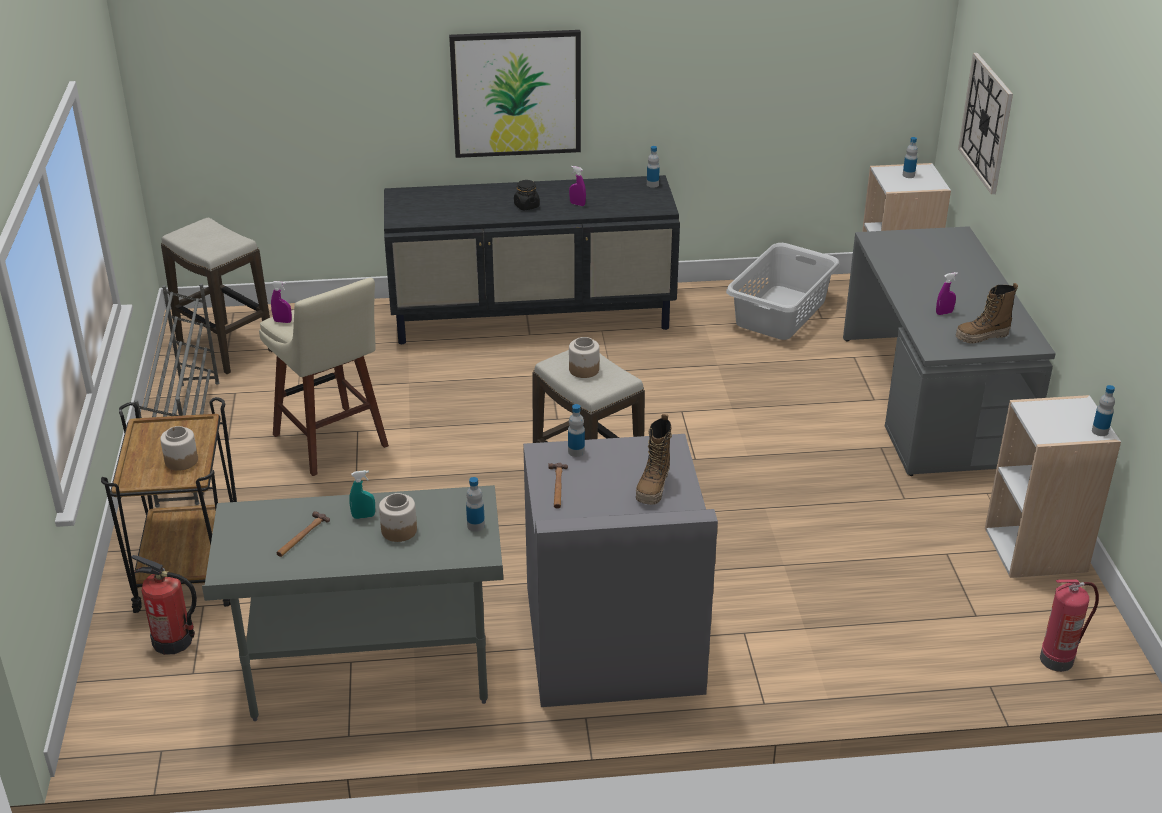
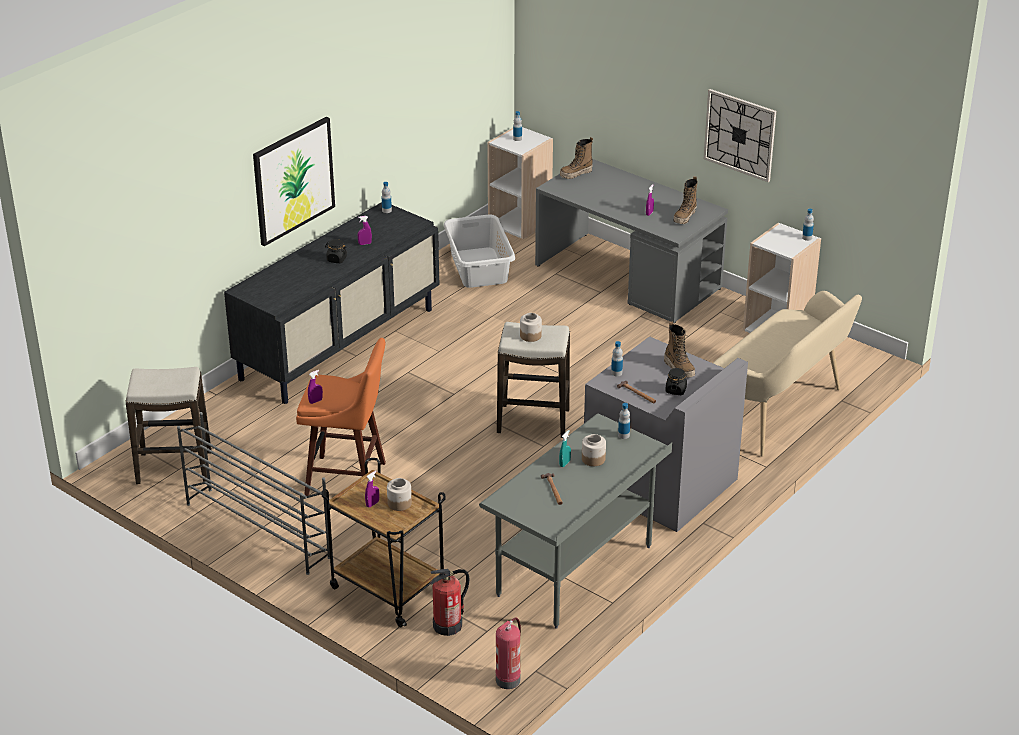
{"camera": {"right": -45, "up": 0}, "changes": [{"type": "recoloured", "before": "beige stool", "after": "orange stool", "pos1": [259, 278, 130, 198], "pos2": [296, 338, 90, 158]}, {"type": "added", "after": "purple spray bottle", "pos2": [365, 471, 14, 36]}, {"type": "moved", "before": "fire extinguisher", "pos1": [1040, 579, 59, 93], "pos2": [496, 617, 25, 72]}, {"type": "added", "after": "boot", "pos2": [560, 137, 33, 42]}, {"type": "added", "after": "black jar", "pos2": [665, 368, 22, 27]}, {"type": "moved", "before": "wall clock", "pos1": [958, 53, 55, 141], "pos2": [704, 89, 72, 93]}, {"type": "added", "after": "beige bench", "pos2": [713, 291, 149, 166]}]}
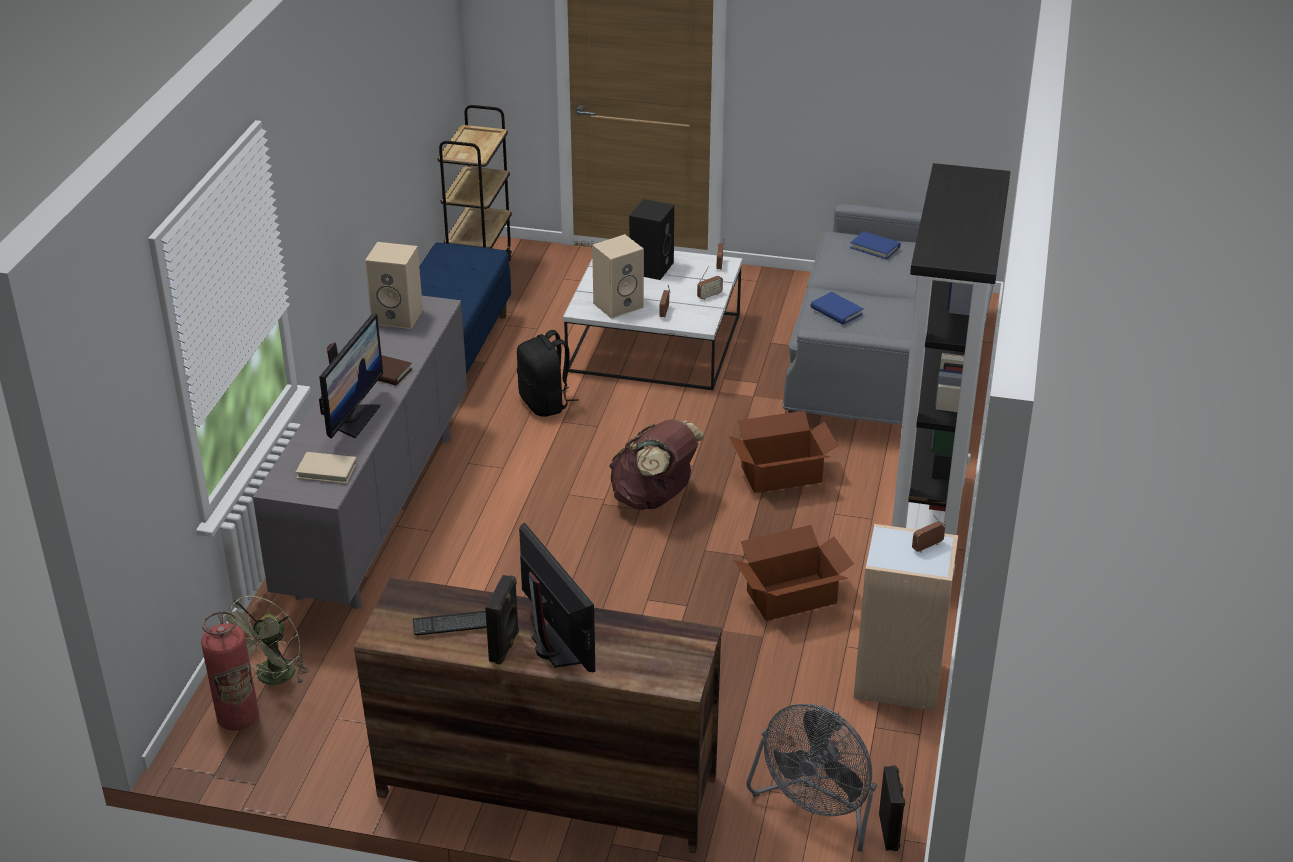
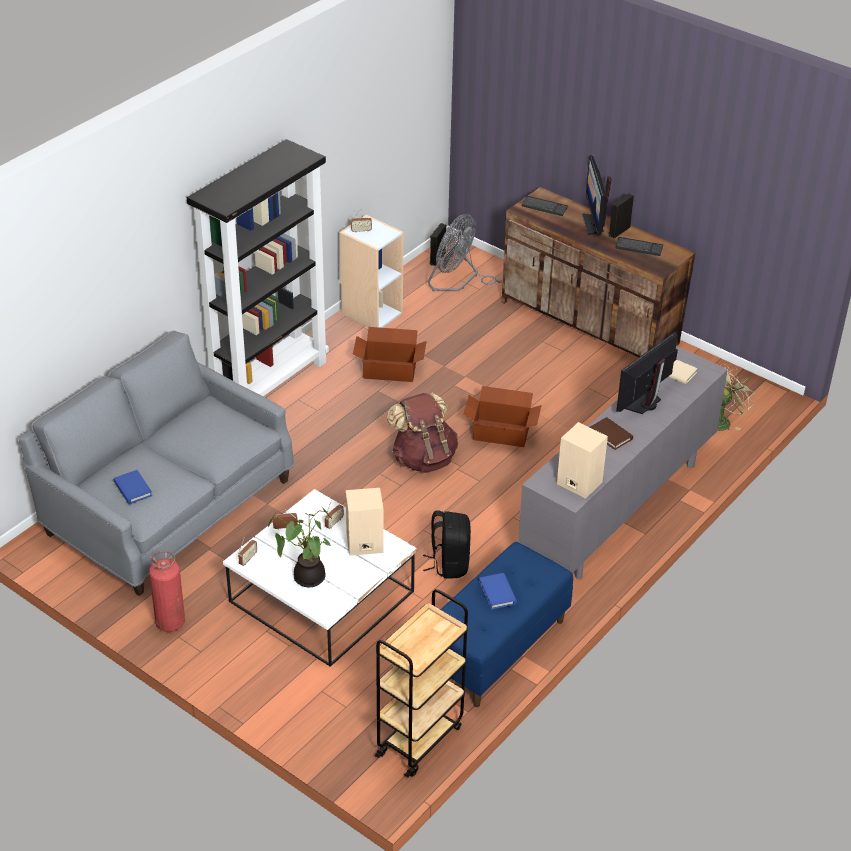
{"camera": {"right": -155, "up": 5}, "changes": [{"type": "moved", "before": "fire extinguisher", "pos1": [201, 611, 58, 119], "pos2": [149, 551, 36, 81]}, {"type": "replaced", "before": "black speaker", "after": "potted plant", "pos1": [629, 199, 45, 81], "pos2": [268, 507, 64, 81]}, {"type": "turned", "before": "grey fan", "pos1": [747, 704, 130, 148], "pos2": [428, 214, 74, 77], "turn": -120}, {"type": "moved", "before": "cardboard box", "pos1": [729, 411, 109, 82], "pos2": [464, 386, 78, 61]}, {"type": "moved", "before": "blue book", "pos1": [811, 292, 53, 33], "pos2": [479, 573, 38, 37]}, {"type": "added", "after": "keyboard", "pos2": [522, 196, 46, 20]}]}
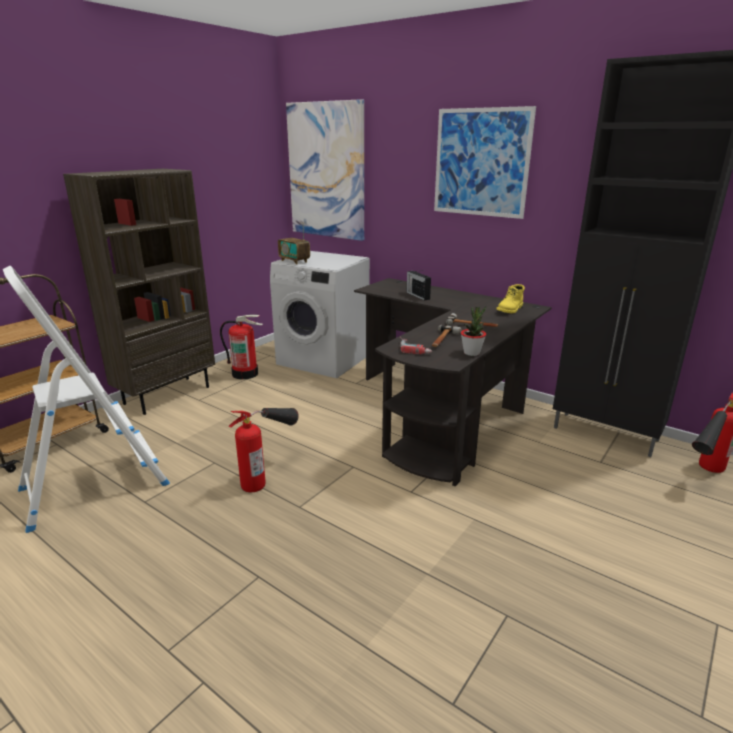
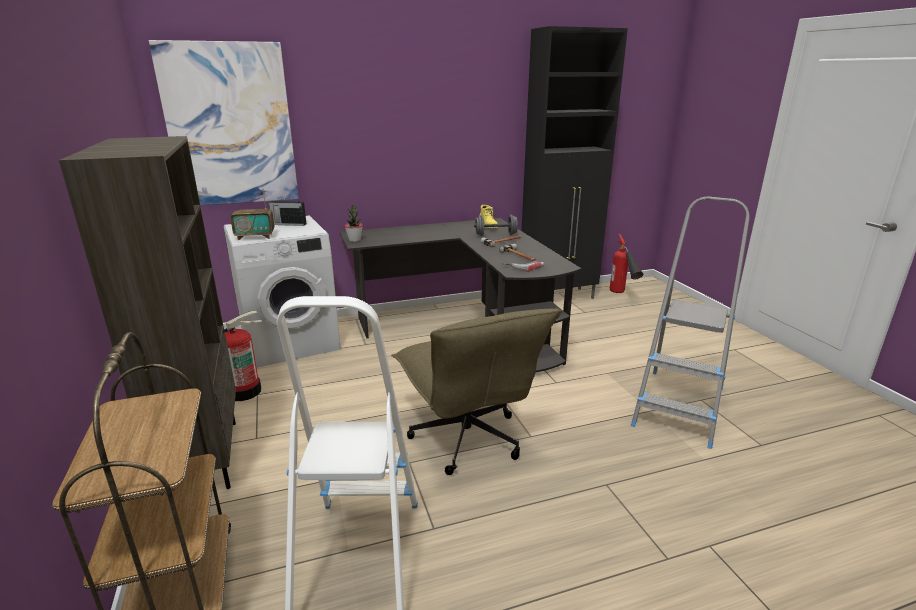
{"camera": {"right": -55, "up": 0}, "changes": [{"type": "moved", "before": "radio", "pos1": [407, 270, 24, 31], "pos2": [269, 196, 38, 30]}, {"type": "moved", "before": "potted plant", "pos1": [461, 306, 25, 50], "pos2": [344, 204, 19, 38]}, {"type": "replaced", "before": "fire extinguisher", "after": "beige office chair", "pos1": [229, 408, 70, 84], "pos2": [391, 309, 171, 166]}, {"type": "added", "after": "grey dumbbell", "pos2": [474, 215, 44, 21]}, {"type": "added", "after": "grey step ladder", "pos2": [631, 197, 119, 252]}, {"type": "removed", "before": "picture", "pos1": [434, 106, 102, 113]}]}
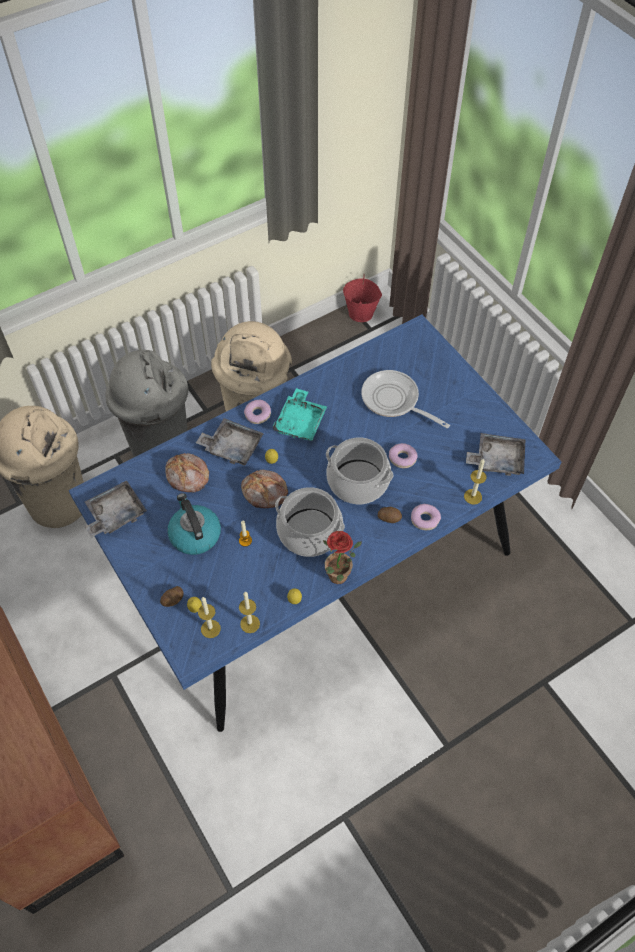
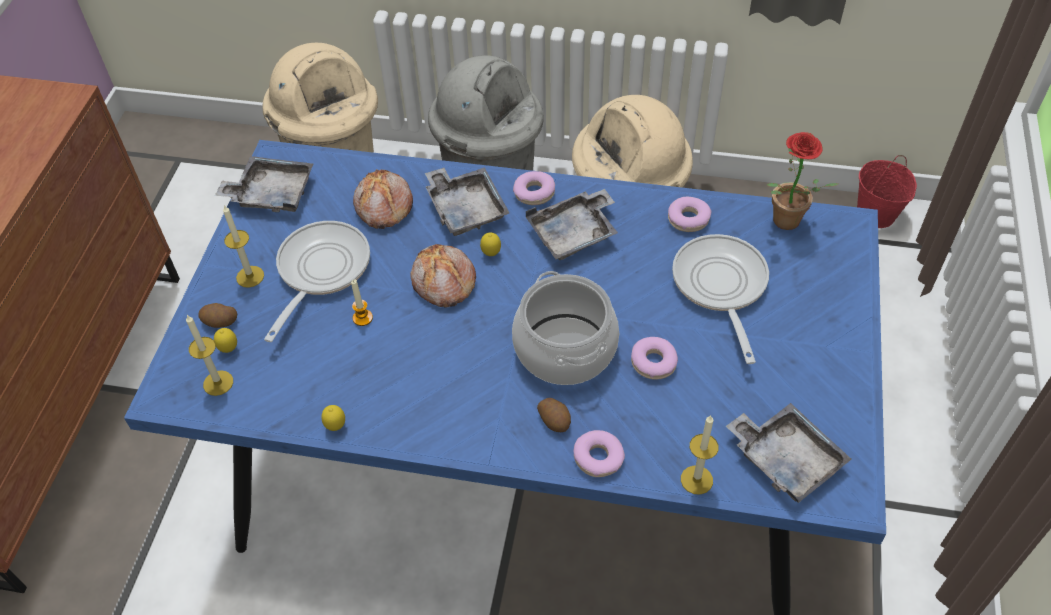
{"camera": {"right": 45, "up": -5}, "changes": [{"type": "moved", "before": "candle", "pos1": [239, 592, 21, 41], "pos2": [223, 205, 41, 83]}, {"type": "replaced", "before": "kettle", "after": "frying pan", "pos1": [167, 493, 54, 62], "pos2": [264, 221, 106, 121]}, {"type": "recoloured", "before": "turquoise tray", "after": "grey tray", "pos1": [273, 388, 54, 53], "pos2": [526, 189, 92, 71]}, {"type": "added", "after": "donut", "pos2": [668, 197, 43, 35]}, {"type": "moved", "before": "potted plant", "pos1": [323, 531, 39, 53], "pos2": [766, 132, 72, 98]}, {"type": "removed", "before": "cooking pot", "pos1": [275, 487, 70, 70]}]}
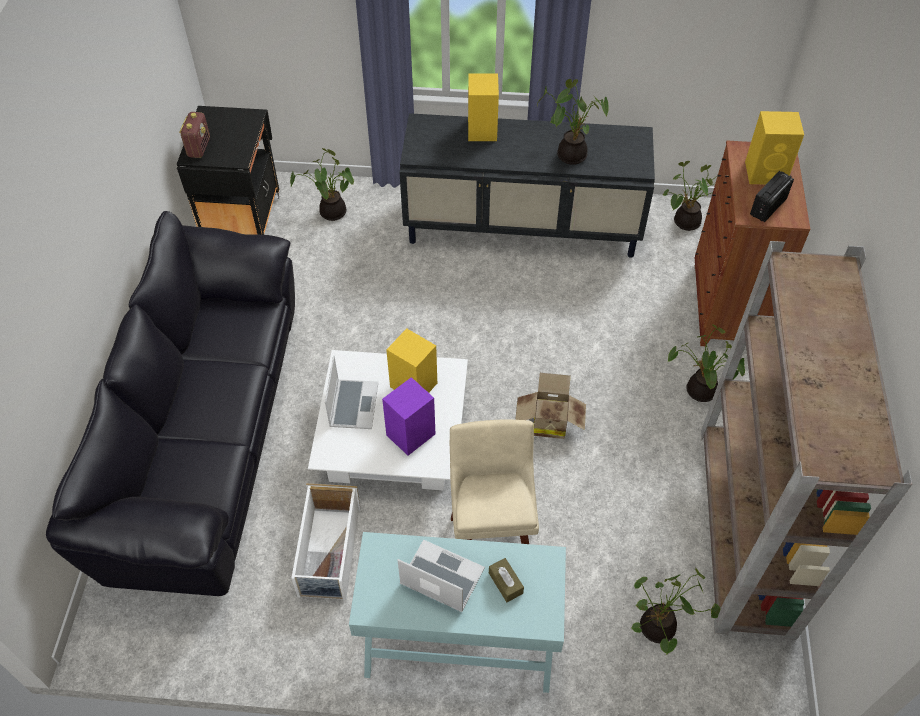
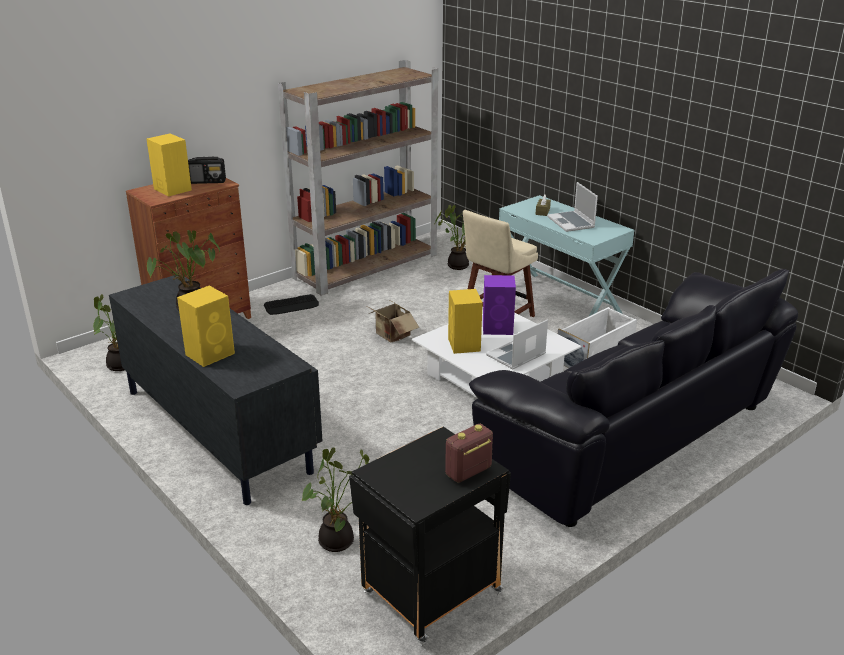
{"camera": {"right": -135, "up": -25}, "changes": [{"type": "replaced", "before": "potted plant", "after": "keyboard", "pos1": [667, 324, 78, 78], "pos2": [264, 294, 55, 21]}]}
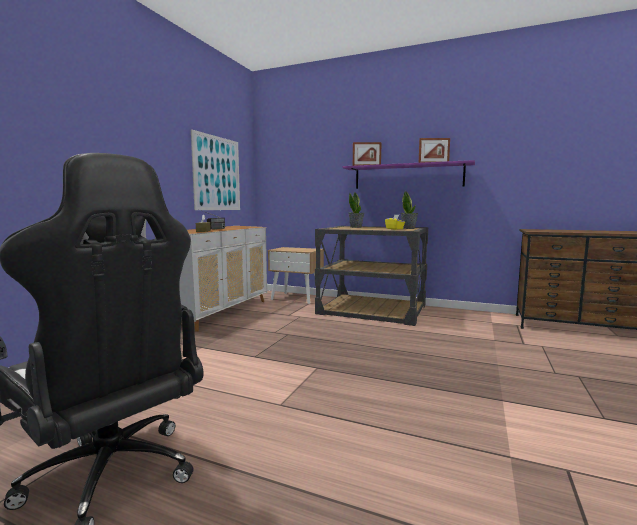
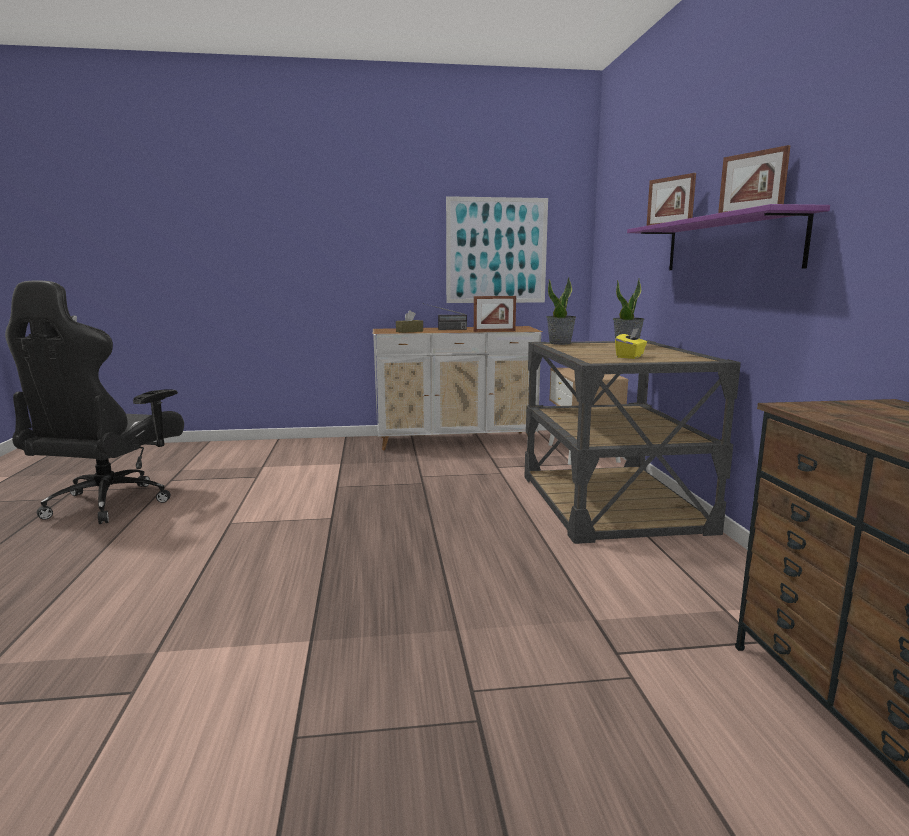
{"camera": {"right": 60, "up": 5}, "changes": [{"type": "added", "after": "picture frame", "pos2": [474, 296, 42, 36]}, {"type": "moved", "before": "potted plant", "pos1": [401, 191, 17, 38], "pos2": [546, 277, 30, 68]}]}
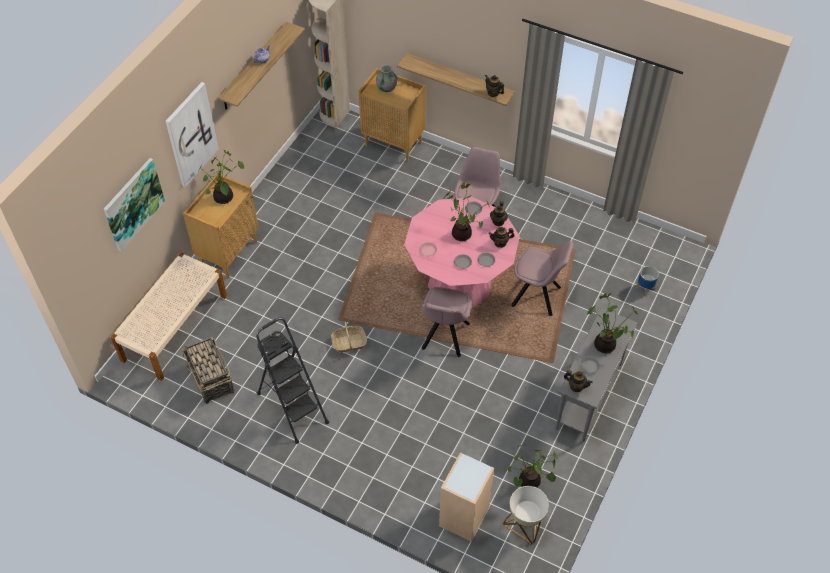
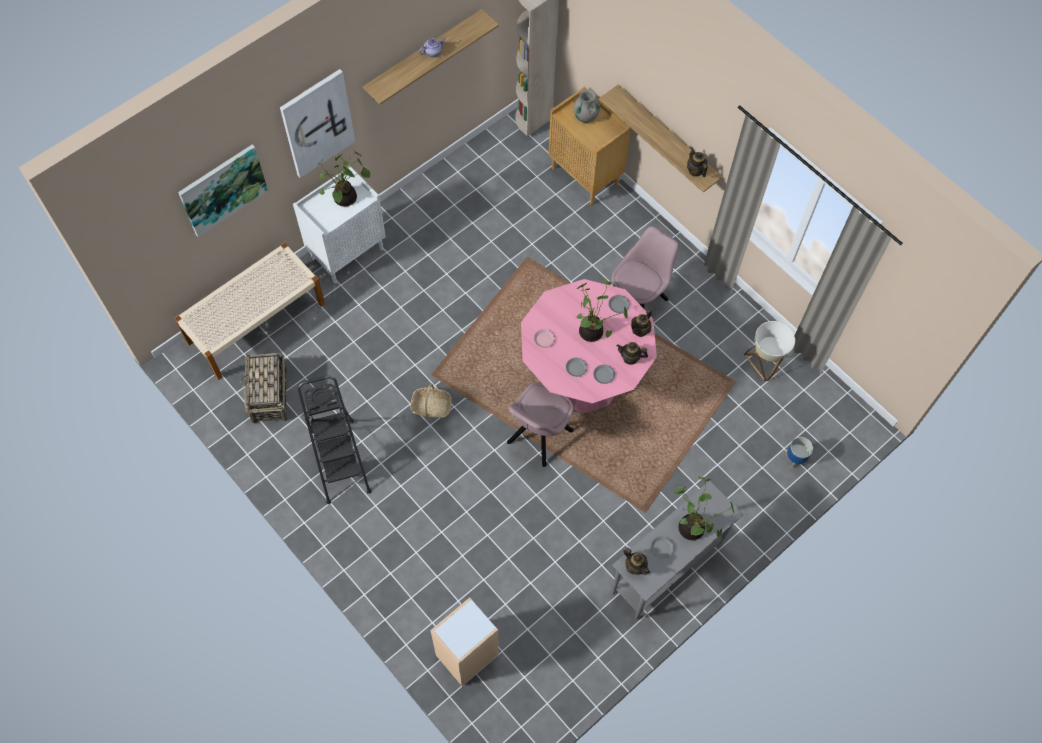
{"camera": {"right": 20, "up": 10}, "changes": [{"type": "recoloured", "before": "brown cabinet", "after": "white cabinet", "pos1": [183, 173, 76, 105], "pos2": [293, 166, 93, 117]}, {"type": "moved", "before": "planter", "pos1": [503, 486, 46, 58], "pos2": [744, 321, 51, 60]}, {"type": "removed", "before": "potted plant", "pos1": [507, 444, 51, 44]}, {"type": "removed", "before": "pink chair", "pos1": [511, 241, 63, 75]}]}
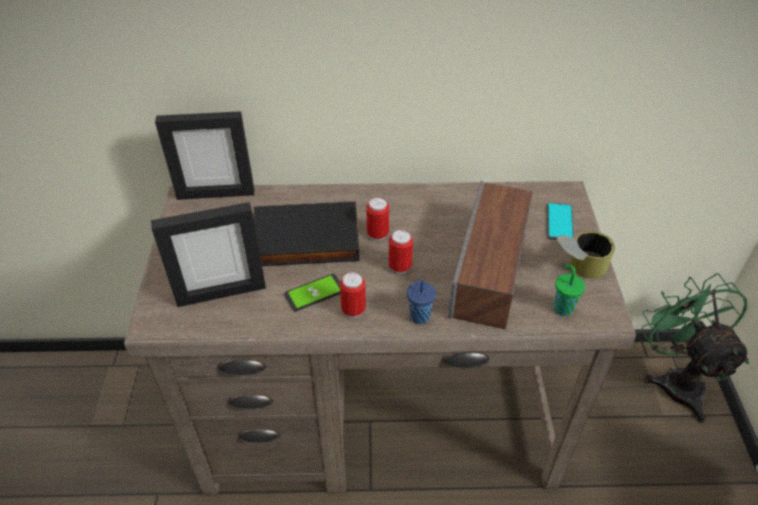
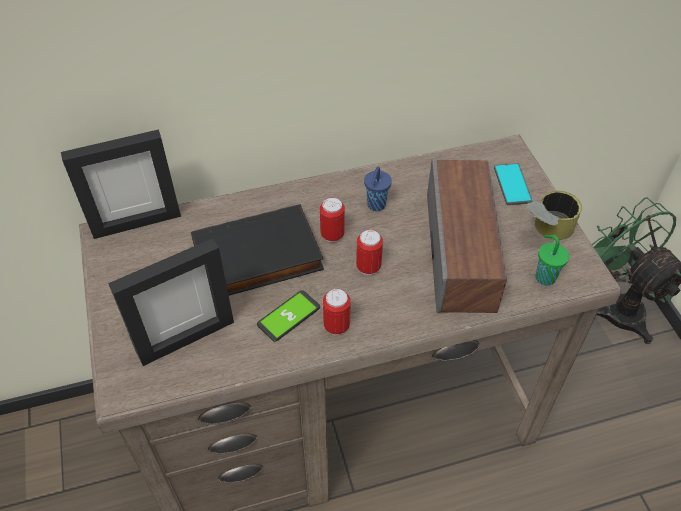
{"camera": {"right": -15, "up": 5}, "changes": [{"type": "moved", "before": "blue cup", "pos1": [407, 279, 29, 45], "pos2": [364, 167, 28, 44]}]}
